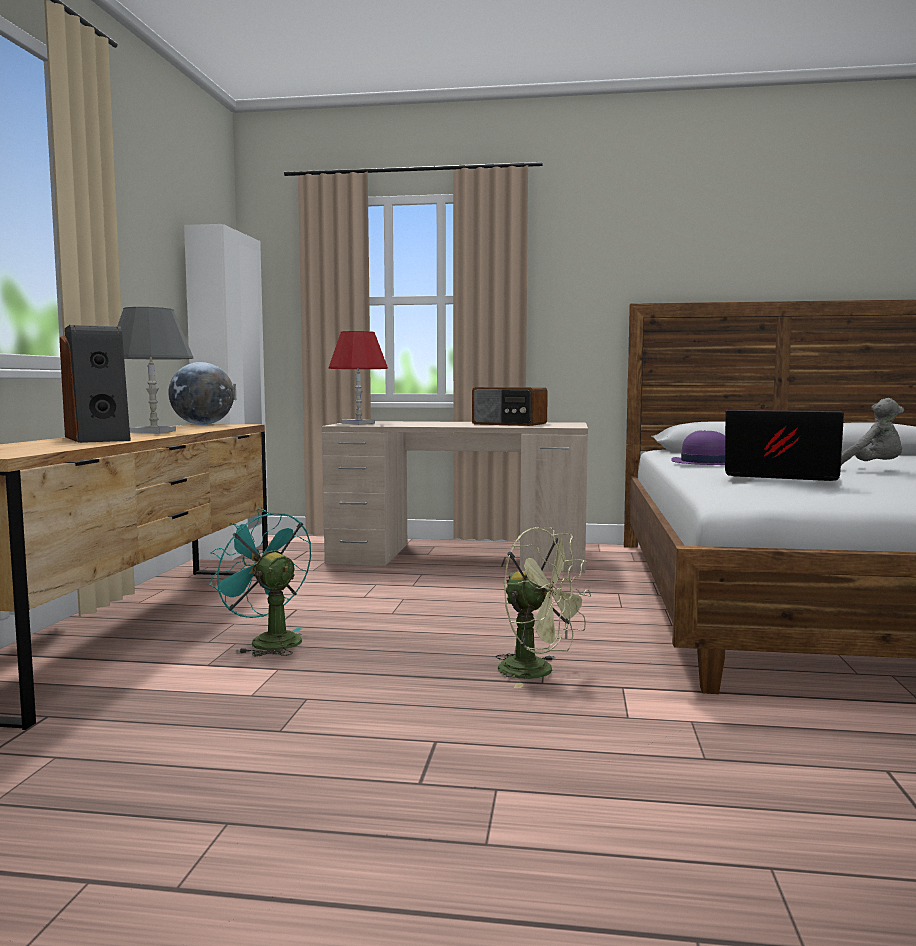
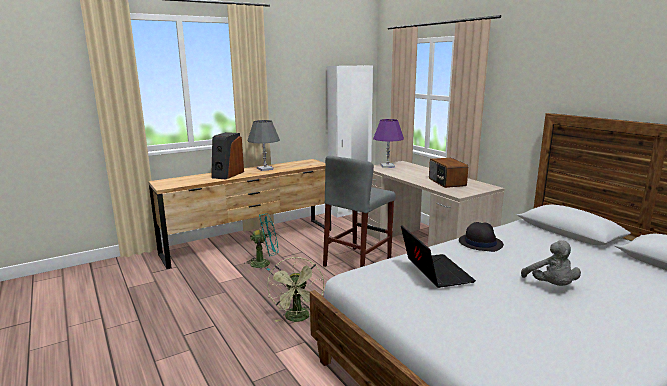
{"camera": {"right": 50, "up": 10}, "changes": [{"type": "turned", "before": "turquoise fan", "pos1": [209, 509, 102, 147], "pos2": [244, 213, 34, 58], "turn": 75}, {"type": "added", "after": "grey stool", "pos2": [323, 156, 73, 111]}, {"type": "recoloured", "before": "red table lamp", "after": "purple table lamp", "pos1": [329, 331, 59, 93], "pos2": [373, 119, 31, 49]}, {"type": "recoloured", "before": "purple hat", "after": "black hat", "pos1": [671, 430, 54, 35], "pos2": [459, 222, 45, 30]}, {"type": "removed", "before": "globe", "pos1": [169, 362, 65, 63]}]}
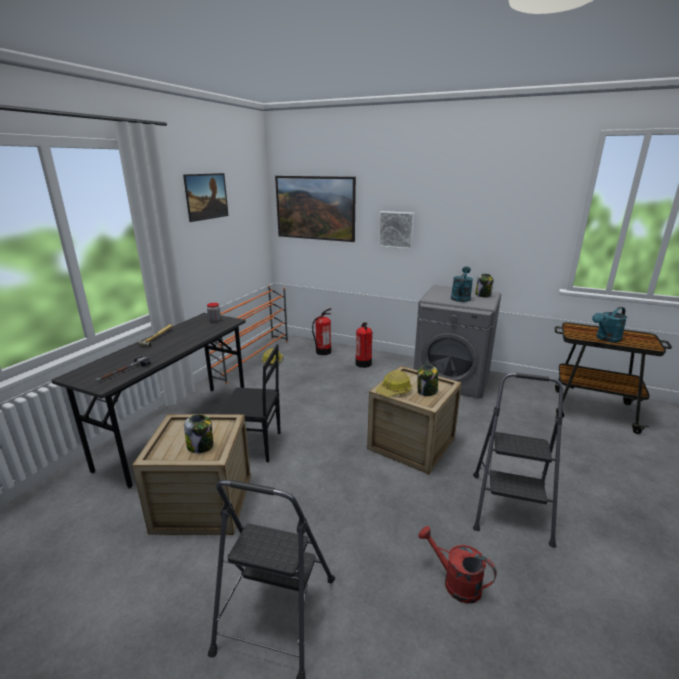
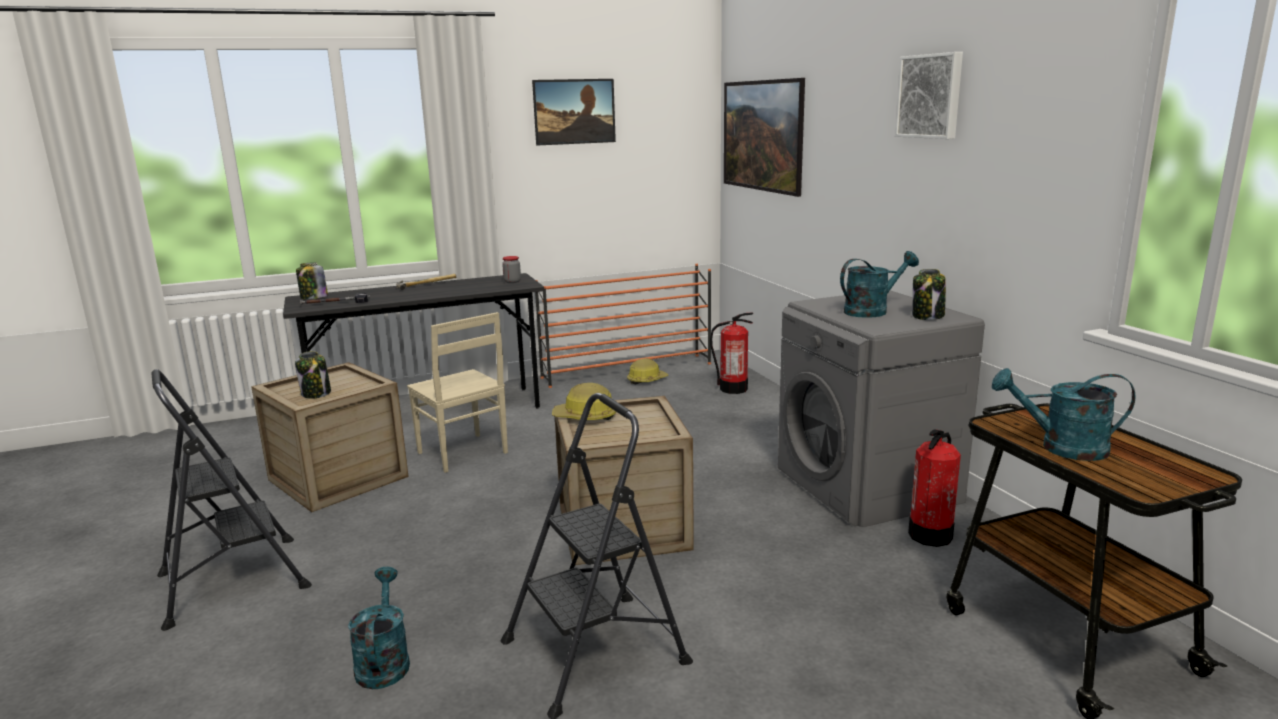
{"camera": {"right": 45, "up": -5}, "changes": [{"type": "moved", "before": "jar", "pos1": [417, 365, 21, 31], "pos2": [296, 262, 32, 37]}, {"type": "recoloured", "before": "red watering can", "after": "turquoise watering can", "pos1": [418, 526, 79, 78], "pos2": [348, 567, 62, 122]}, {"type": "recoloured", "before": "black chair", "after": "beige chair", "pos1": [218, 344, 63, 118], "pos2": [407, 312, 101, 161]}, {"type": "moved", "before": "picture", "pos1": [378, 211, 37, 38], "pos2": [895, 52, 68, 87]}, {"type": "moved", "before": "fire extinguisher", "pos1": [355, 322, 17, 46], "pos2": [908, 429, 53, 118]}]}
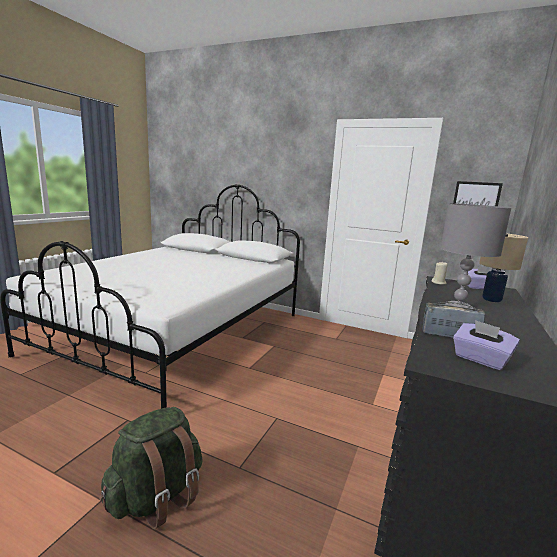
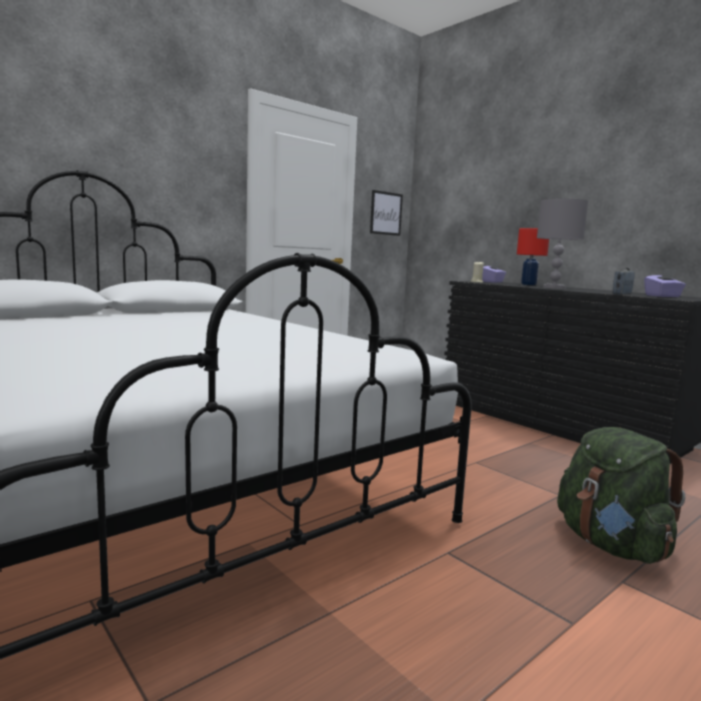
{"camera": {"right": -65, "up": -5}, "changes": [{"type": "recoloured", "before": "beige table lamp", "after": "red table lamp", "pos1": [479, 233, 49, 69], "pos2": [517, 228, 32, 57]}]}
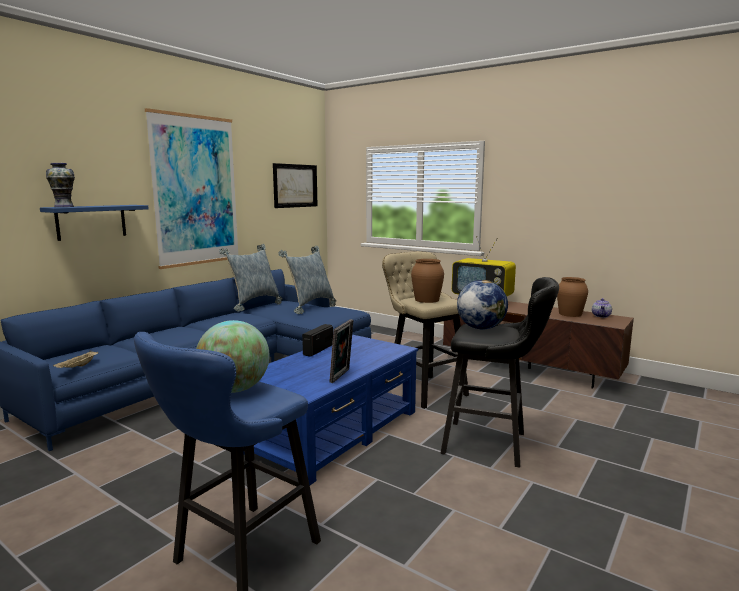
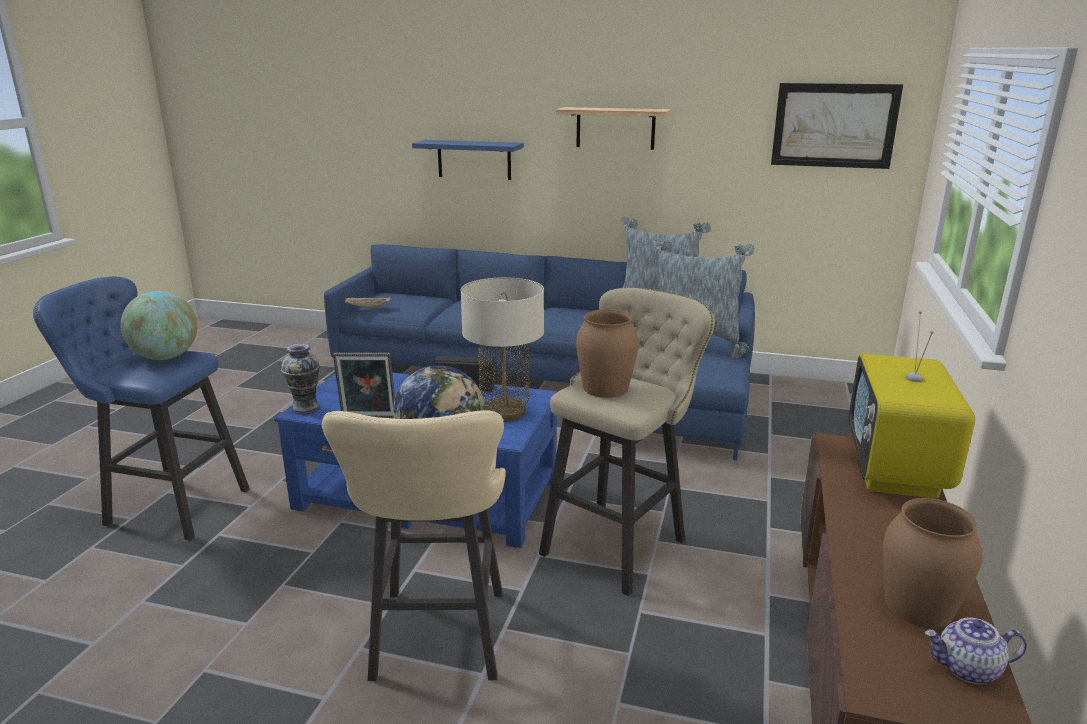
{"camera": {"right": 70, "up": 10}, "changes": [{"type": "moved", "before": "vase", "pos1": [46, 163, 29, 44], "pos2": [281, 344, 39, 71]}, {"type": "recoloured", "before": "black stool", "after": "beige stool", "pos1": [440, 277, 119, 191], "pos2": [322, 410, 184, 271]}, {"type": "added", "after": "table lamp", "pos2": [460, 277, 84, 145]}, {"type": "replaced", "before": "picture", "after": "shelf", "pos1": [145, 108, 93, 161], "pos2": [555, 107, 116, 43]}]}
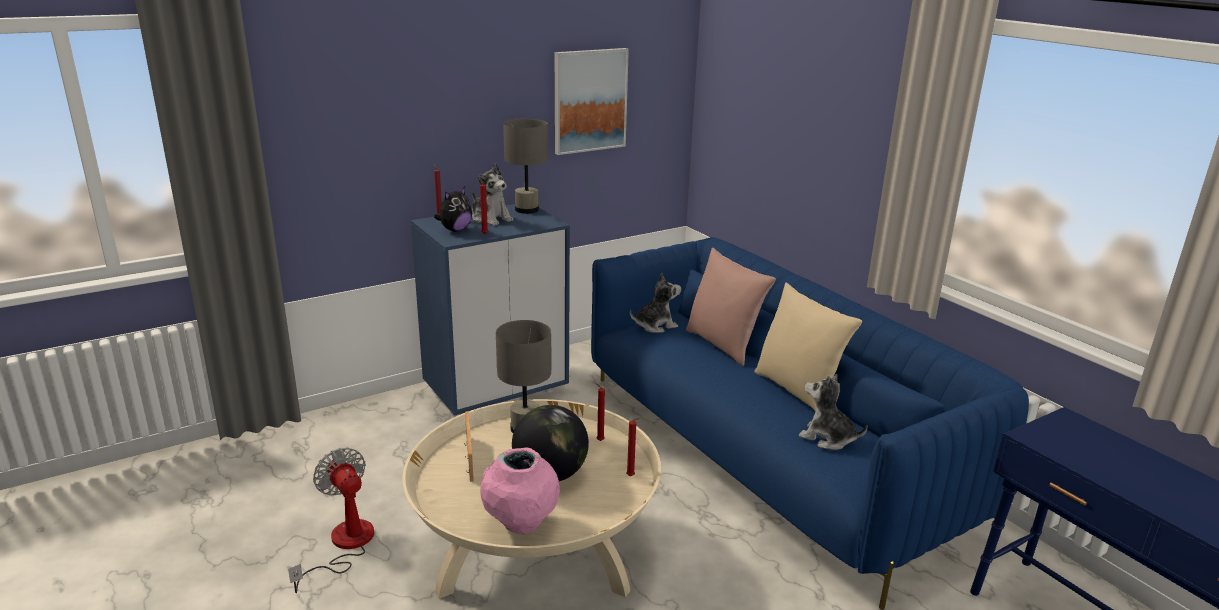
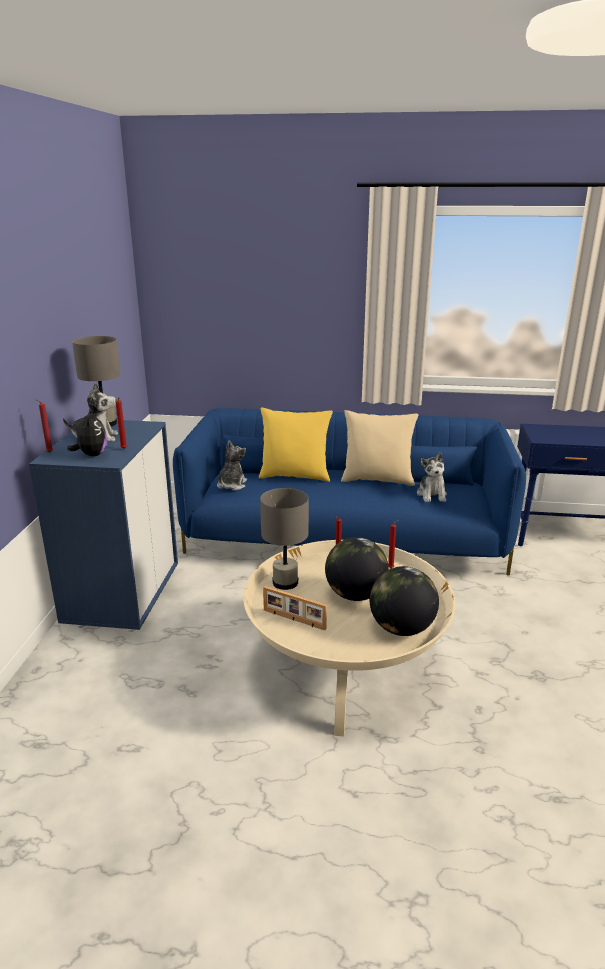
{"camera": {"right": -50, "up": 0}, "changes": [{"type": "recoloured", "before": "pink pillow", "after": "yellow pillow", "pos1": [686, 247, 90, 119], "pos2": [259, 407, 74, 75]}, {"type": "replaced", "before": "pink vase", "after": "globe", "pos1": [480, 447, 80, 87], "pos2": [370, 566, 69, 70]}, {"type": "turned", "before": "plush toy", "pos1": [799, 374, 69, 76], "pos2": [417, 452, 30, 50], "turn": -75}, {"type": "removed", "before": "fan", "pos1": [288, 448, 86, 145]}, {"type": "removed", "before": "picture", "pos1": [555, 48, 74, 107]}]}
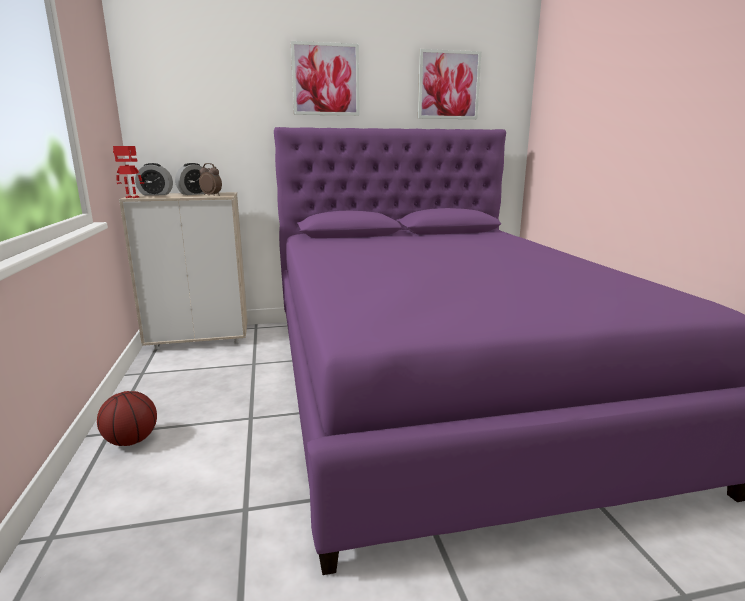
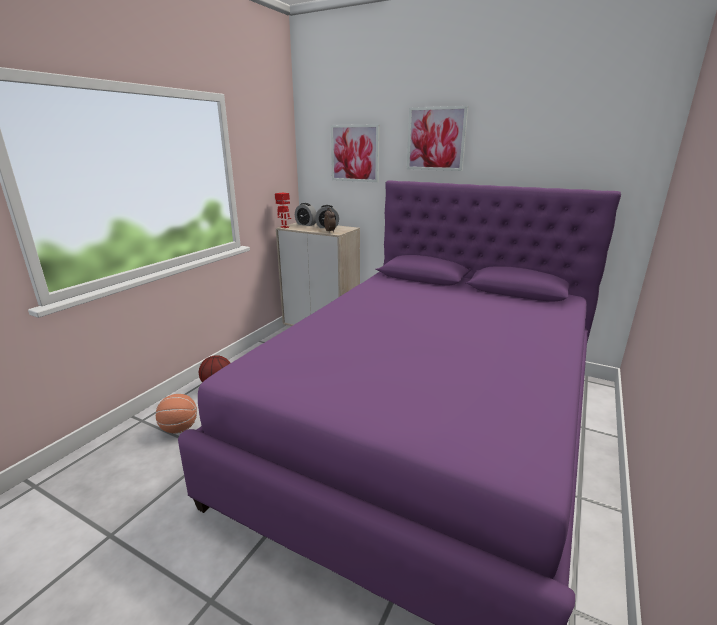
{"camera": {"right": 40, "up": 5}, "changes": [{"type": "added", "after": "basketball", "pos2": [156, 394, 41, 39]}, {"type": "moved", "before": "picture", "pos1": [418, 49, 63, 70], "pos2": [331, 124, 49, 58]}]}
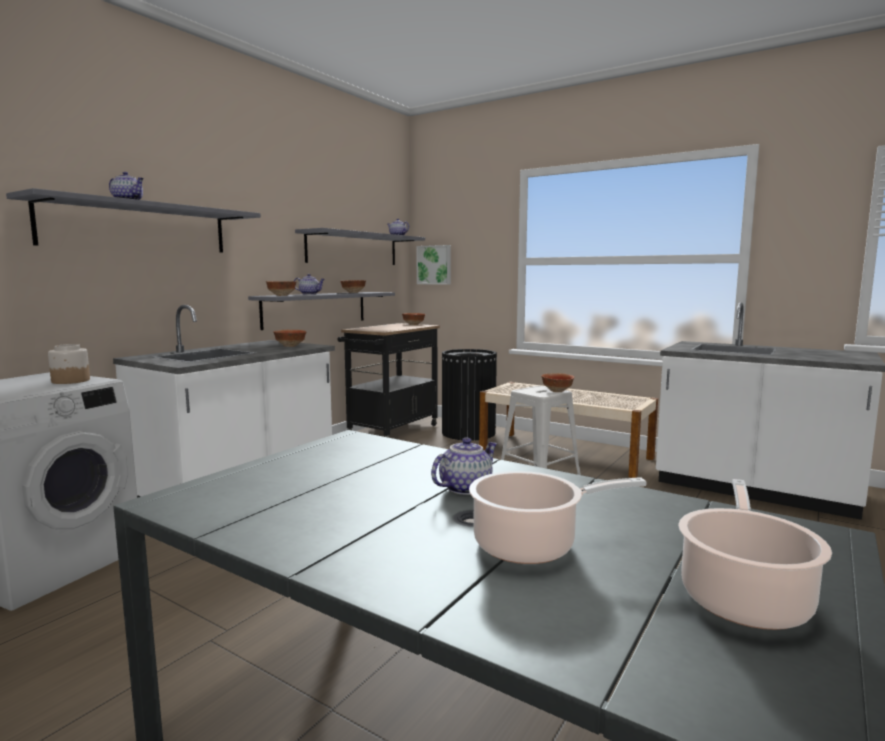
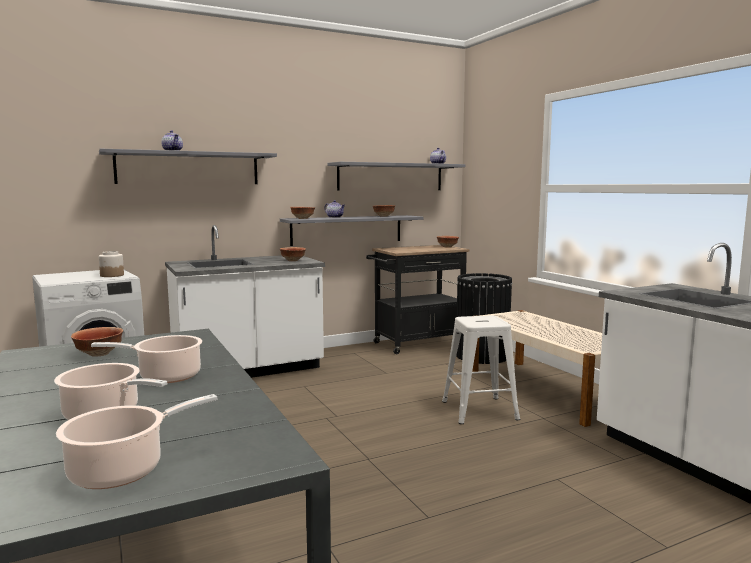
{"camera": {"right": 30, "up": 0}, "changes": [{"type": "moved", "before": "bowl", "pos1": [541, 373, 33, 19], "pos2": [71, 327, 52, 30]}, {"type": "replaced", "before": "teapot", "after": "cooking pot", "pos1": [431, 437, 67, 58], "pos2": [91, 335, 111, 48]}, {"type": "removed", "before": "picture", "pos1": [416, 245, 35, 40]}]}
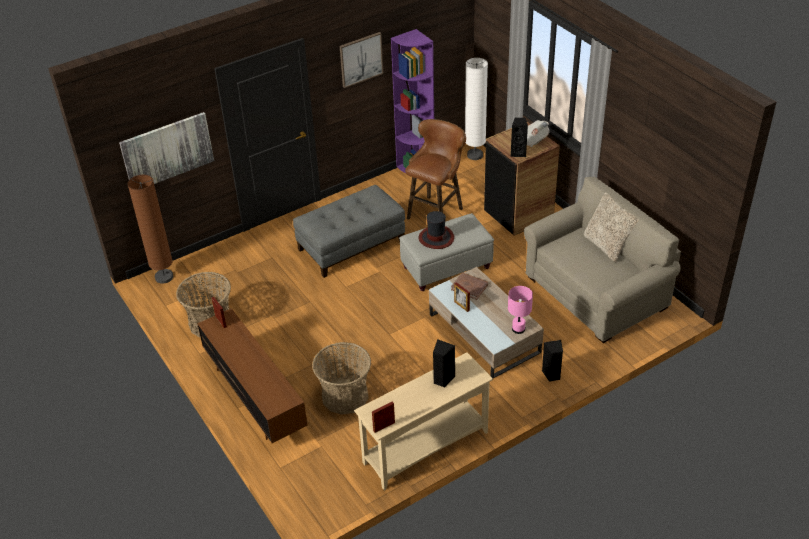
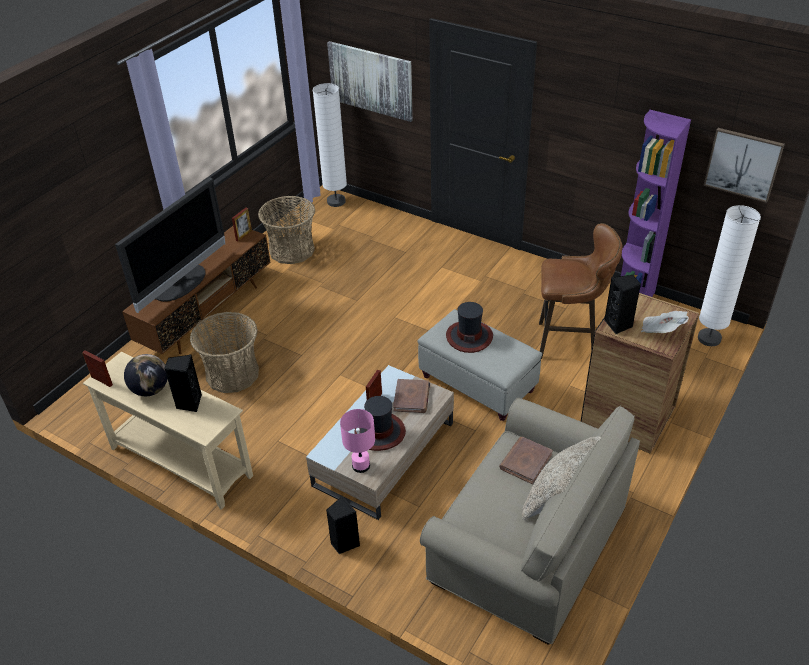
{"camera": {"right": 65, "up": 0}, "changes": [{"type": "added", "after": "television", "pos2": [115, 178, 110, 135]}, {"type": "added", "after": "globe", "pos2": [124, 354, 43, 42]}, {"type": "recoloured", "before": "brown floor lamp", "after": "white floor lamp", "pos1": [127, 175, 46, 109], "pos2": [313, 83, 34, 124]}, {"type": "added", "after": "hat", "pos2": [355, 396, 51, 55]}, {"type": "added", "after": "brown book", "pos2": [499, 437, 54, 47]}, {"type": "moved", "before": "picture", "pos1": [340, 32, 43, 56], "pos2": [704, 128, 81, 75]}, {"type": "removed", "before": "grey ottoman", "pos1": [293, 185, 112, 93]}]}
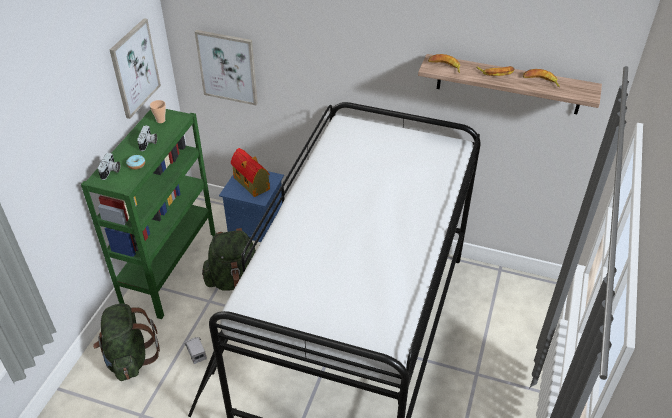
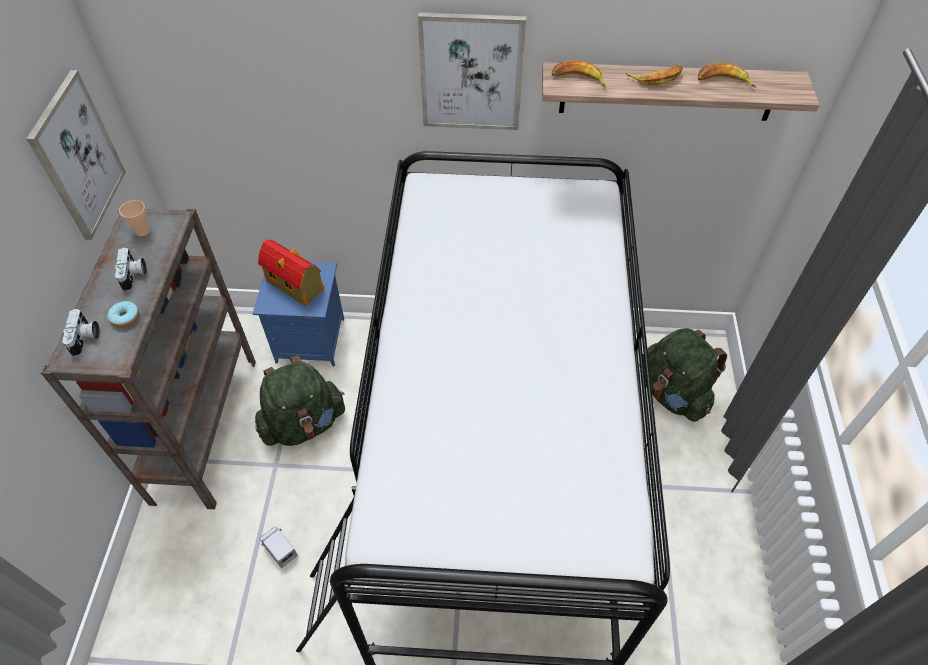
{"camera": {"right": -15, "up": 10}, "changes": [{"type": "recoloured", "before": "green bookcase", "after": "grey bookcase", "pos1": [81, 108, 135, 211], "pos2": [41, 208, 215, 301]}, {"type": "moved", "before": "picture", "pos1": [195, 30, 63, 75], "pos2": [418, 13, 108, 117]}, {"type": "moved", "before": "green backpack", "pos1": [93, 303, 67, 78], "pos2": [639, 328, 88, 94]}]}
